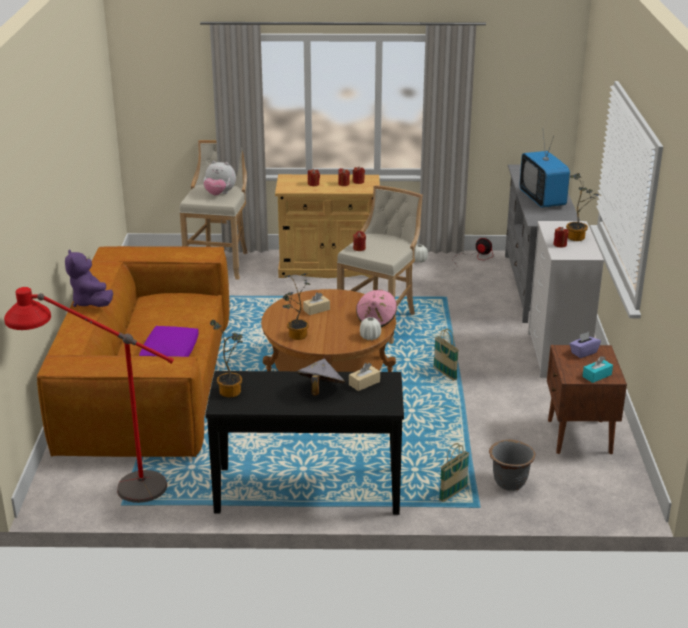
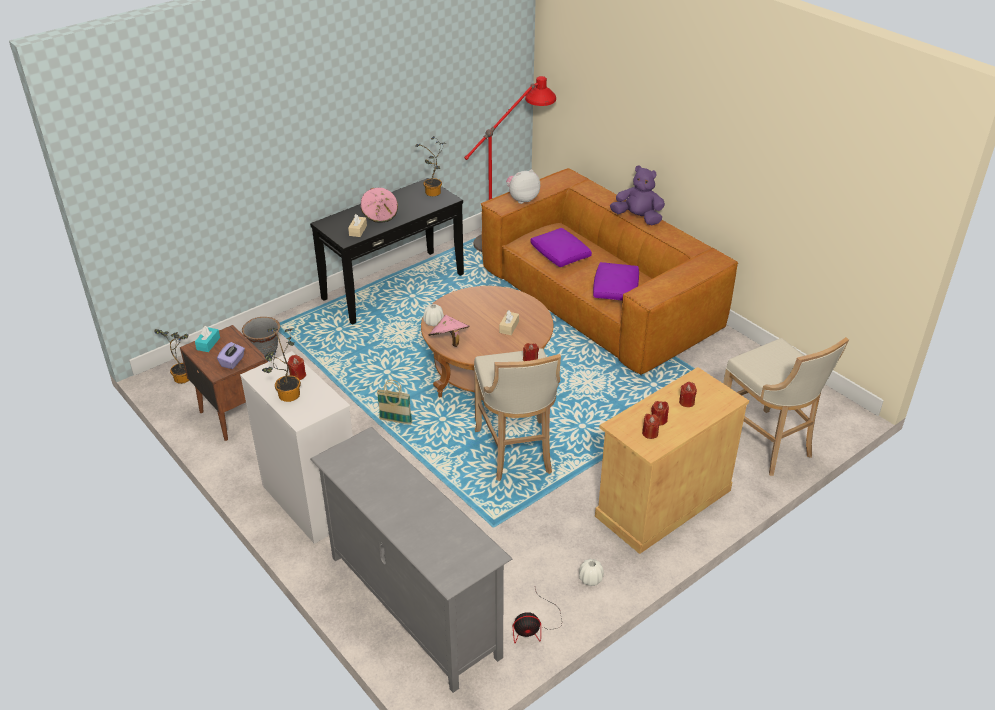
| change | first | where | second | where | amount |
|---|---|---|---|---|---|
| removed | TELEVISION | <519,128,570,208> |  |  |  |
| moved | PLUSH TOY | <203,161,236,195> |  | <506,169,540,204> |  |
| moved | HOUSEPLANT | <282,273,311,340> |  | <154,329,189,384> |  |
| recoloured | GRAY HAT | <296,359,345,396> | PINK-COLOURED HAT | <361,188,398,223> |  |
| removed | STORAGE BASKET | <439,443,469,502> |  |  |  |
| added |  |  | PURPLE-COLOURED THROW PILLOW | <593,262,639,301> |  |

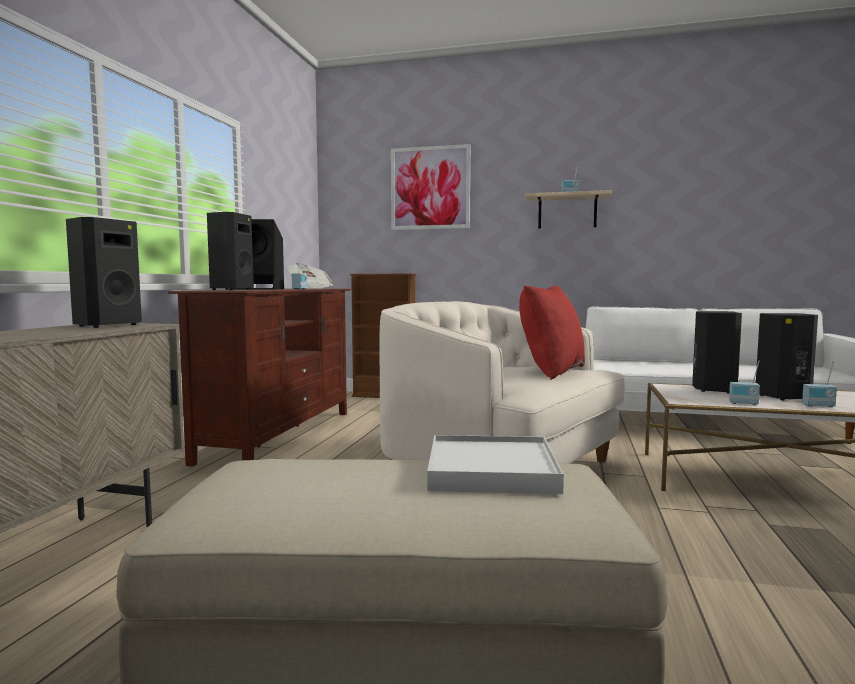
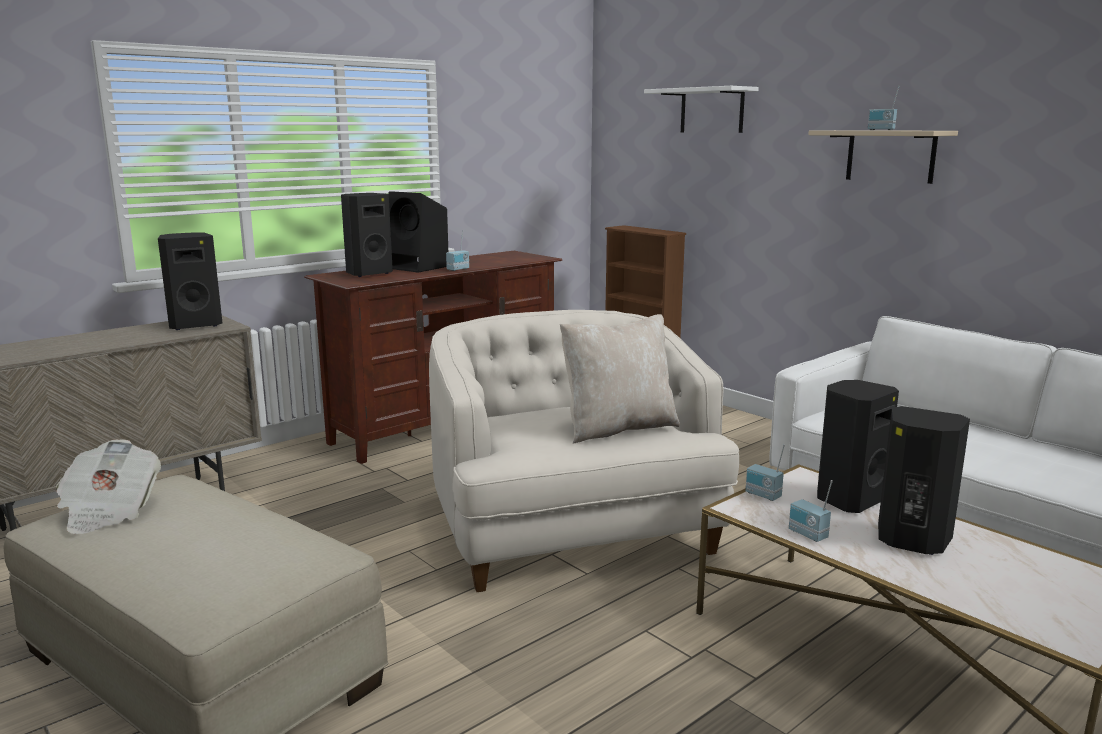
| change | first | where | second | where | amount |
|---|---|---|---|---|---|
| replaced | PICTURE | <391,144,470,230> | WHITISH SHELF | <644,86,759,133> |  |
| moved | PRINTED PAPER | <288,263,333,289> |  | <56,439,161,534> |  |
| recoloured | REDDISH THROW PILLOW | <519,286,585,380> | BEIGE-COLOURED THROW PILLOW | <560,314,680,443> |  |
| moved | RADIO SET | <802,362,837,407> |  | <745,444,785,501> |  |
| removed | WHITISH CARRYING TRAY | <427,435,564,494> |  |  |  |

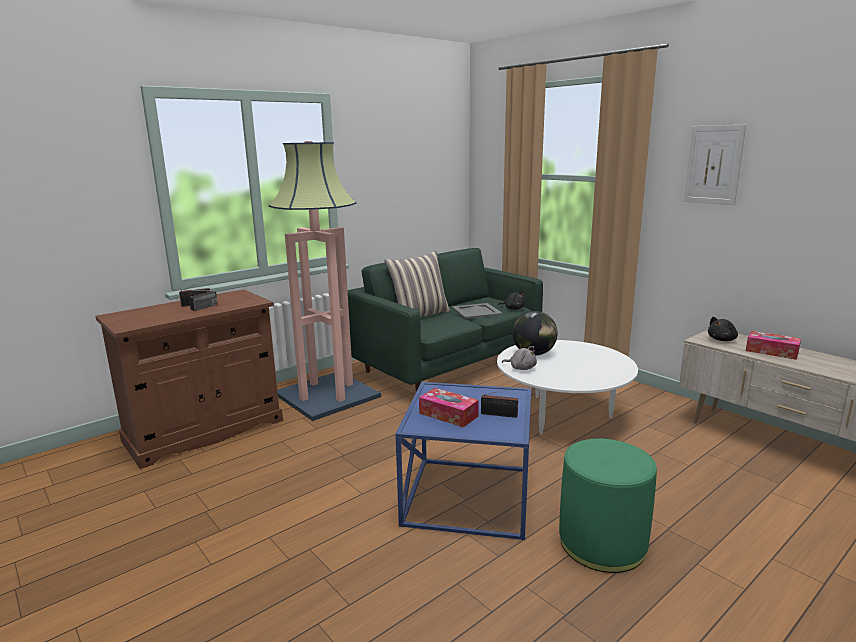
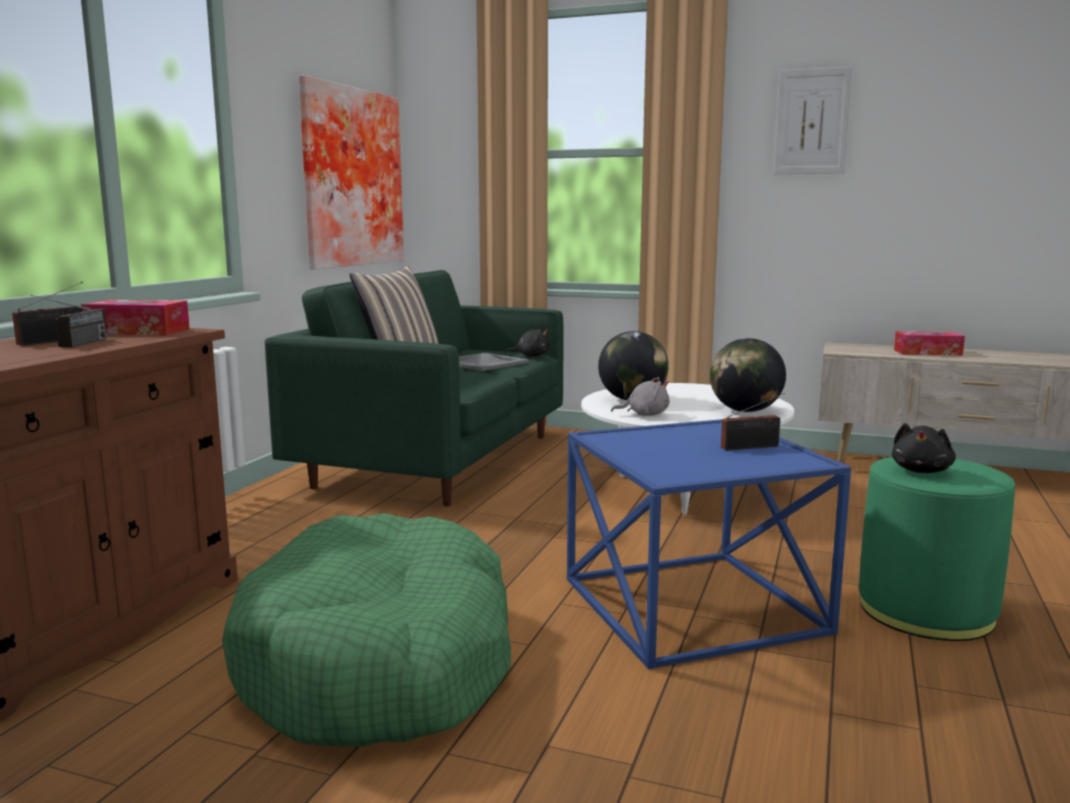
| change | first | where | second | where | amount |
|---|---|---|---|---|---|
| removed | FLOOR LAMP | <269,141,381,421> |  |  |  |
| moved | BLACKISH PLUSH TOY | <708,317,738,341> |  | <892,423,956,473> |  |
| moved | BOX OF TISSUES | <419,388,479,428> |  | <81,300,190,335> |  |
| added |  |  | PICTURE | <299,75,404,270> |  |
| added |  |  | GLOBE | <710,338,786,412> |  |
| added |  |  | GREEN-COLOURED PET BED | <222,513,511,747> |  |

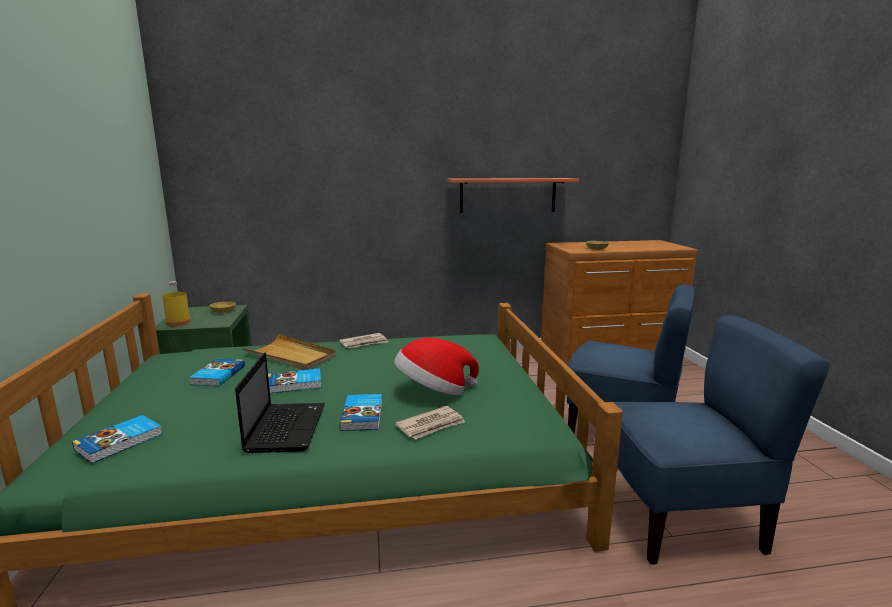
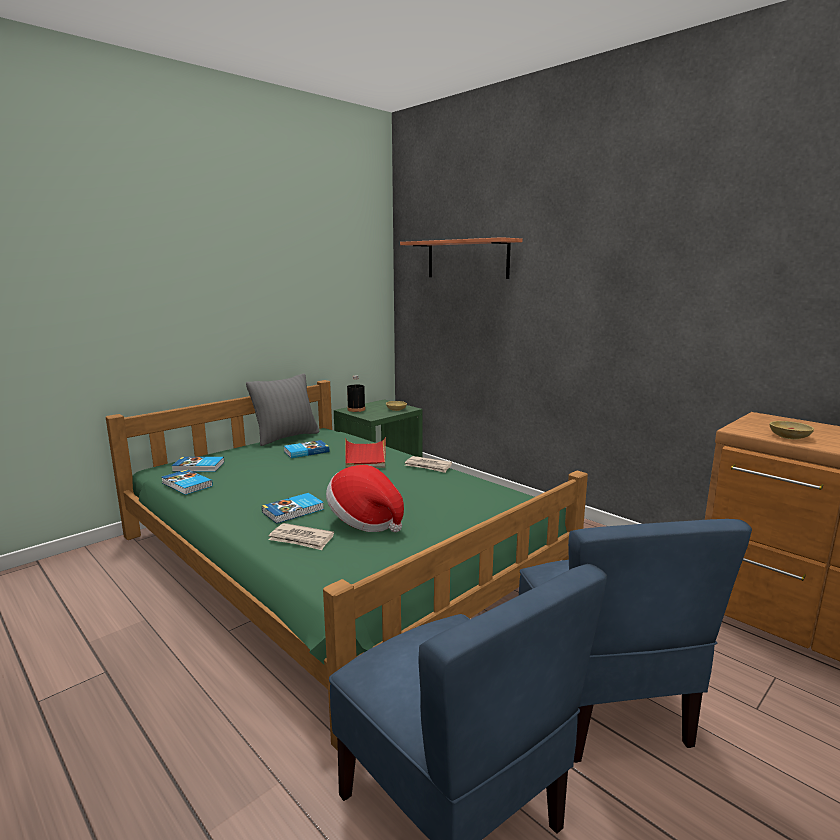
| change | first | where | second | where | amount |
|---|---|---|---|---|---|
| moved | SHELF | <448,178,579,213> |  | <400,237,523,279> |  |
| recoloured | YELLOWISH BOTTLE | <162,281,191,326> | BLACKISH BOTTLE | <347,376,365,412> |  |
| recoloured | BEIGE-COLOURED CARRYING TRAY | <242,334,337,370> | REDDISH CARRYING TRAY | <345,437,386,468> |  |
| removed | LAPTOP | <235,353,325,453> |  |  |  |
| moved | VOLUME | <268,368,322,393> |  | <162,469,213,495> |  |
| added |  |  | GRAY THROW PILLOW | <246,373,319,446> |  |

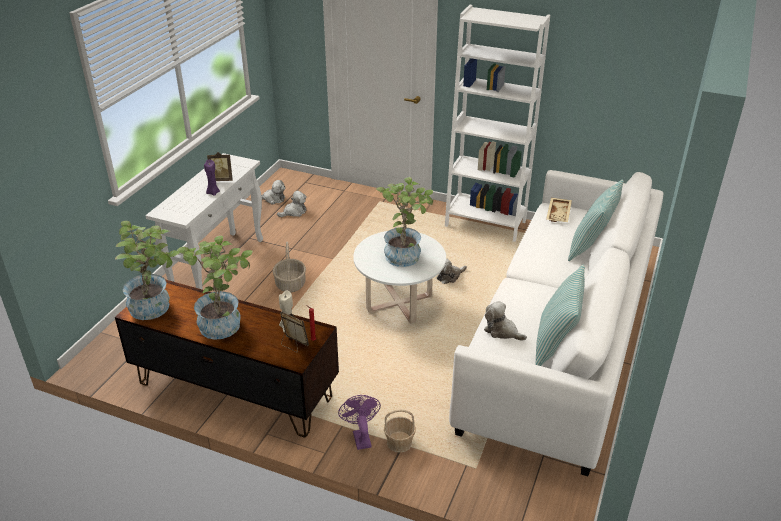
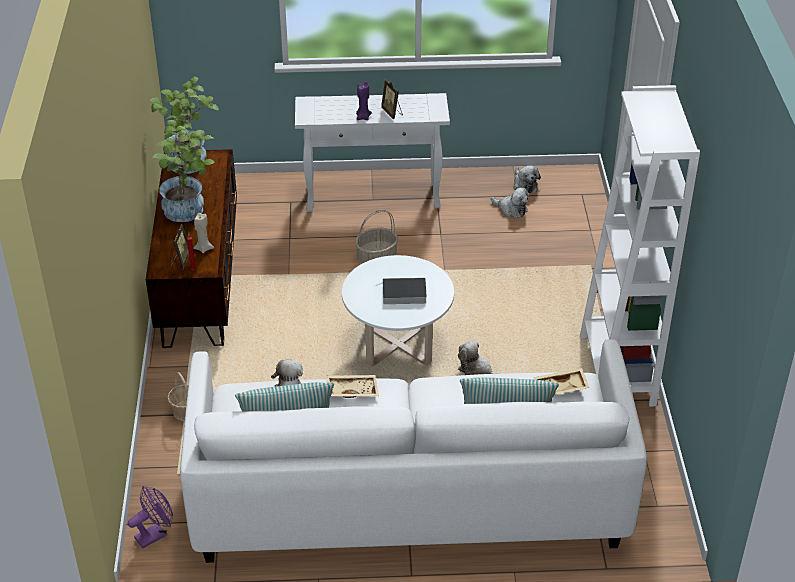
| change | first | where | second | where | amount |
|---|---|---|---|---|---|
| replaced | HOUSEPLANT | <376,177,433,267> | VOLUME | <376,278,427,304> |  |
| moved | PURPLE-COLOURED ELECTRIC FAN | <338,395,381,450> |  | <128,486,173,548> |  |
| added |  |  | BEIGE-COLOURED CARRYING TRAY | <326,375,379,398> |  |

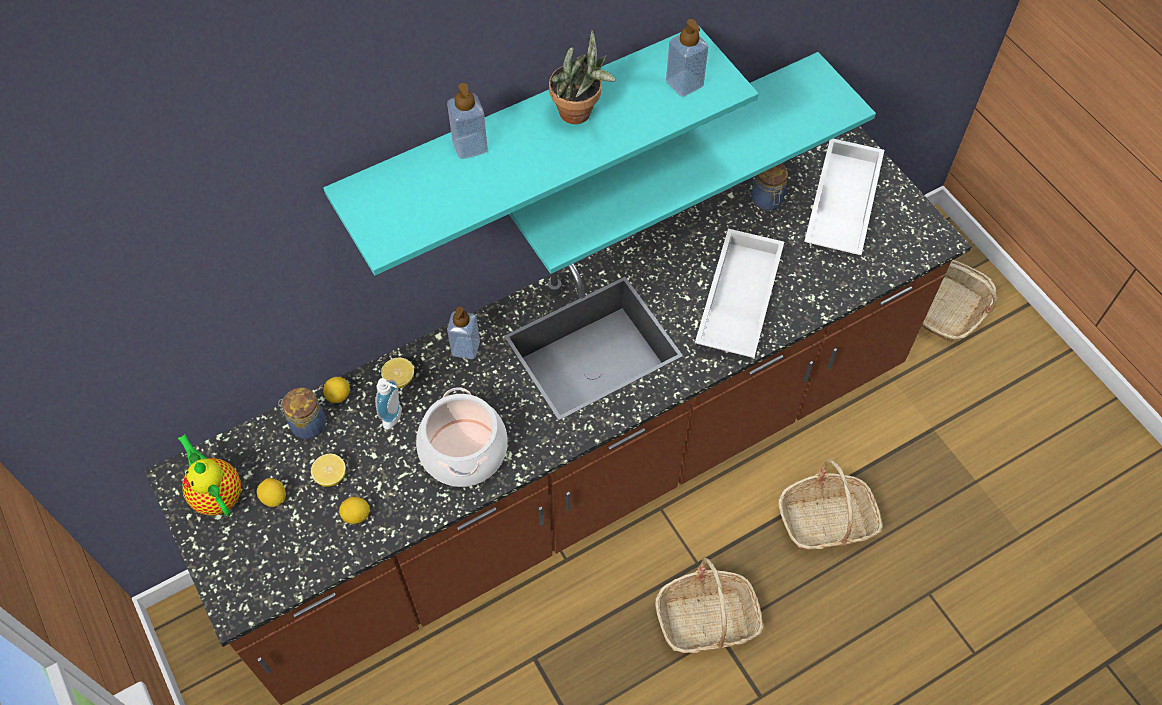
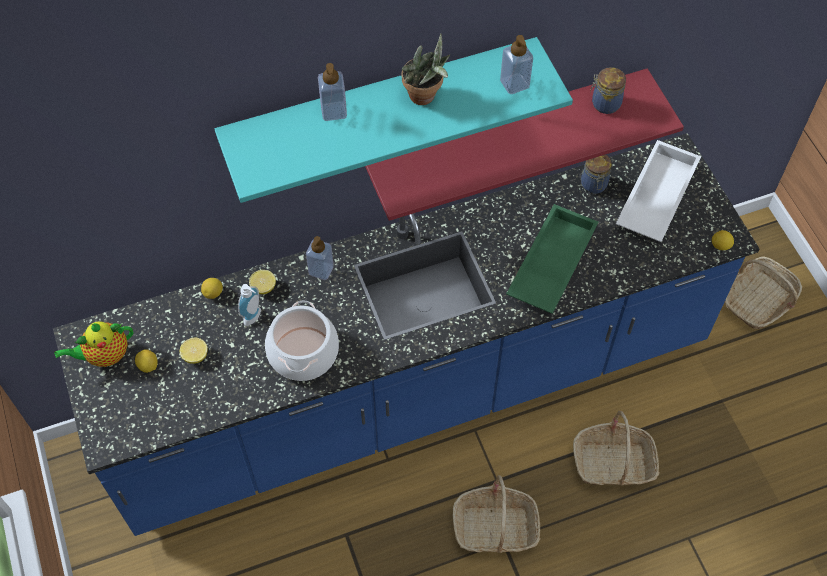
| change | first | where | second | where | amount |
|---|---|---|---|---|---|
| recoloured | BLUE-GREEN SHELF | <509,52,876,274> | REDDISH SHELF | <365,68,684,221> |  |
| recoloured | BROWN-COLOURED COUNTER | <144,126,972,705> | BLUE-COLOURED COUNTER | <53,133,760,536> |  |
| recoloured | WHITISH CARRYING TRAY | <695,229,784,358> | GREEN-COLOURED CARRYING TRAY | <506,204,599,314> |  |
| moved | JAR | <278,388,326,439> |  | <590,67,626,114> |  |
| turned | TEAPOT | <178,434,241,517> |  | <54,322,133,367> | 90 degrees counterclockwise |
| moved | CITRUS FRUIT | <339,497,370,524> |  | <712,230,734,250> |  |

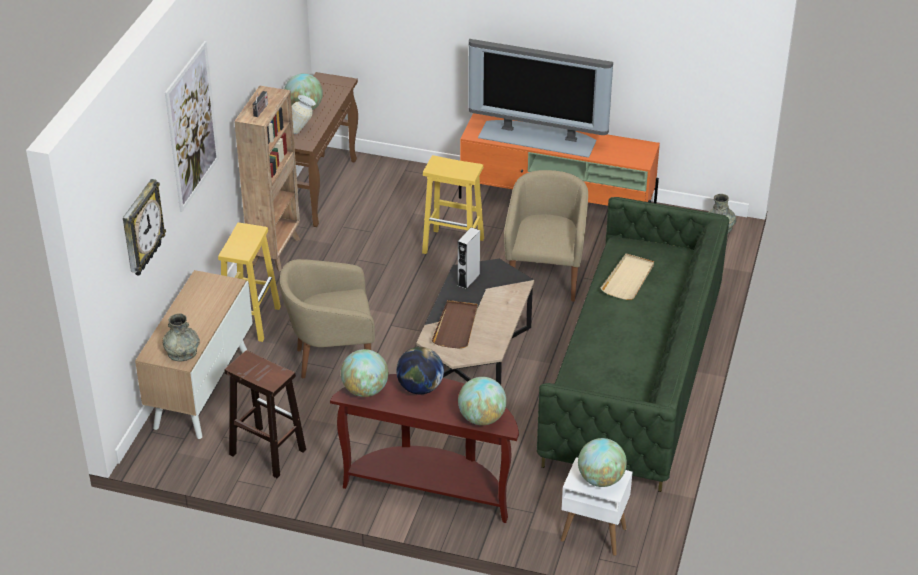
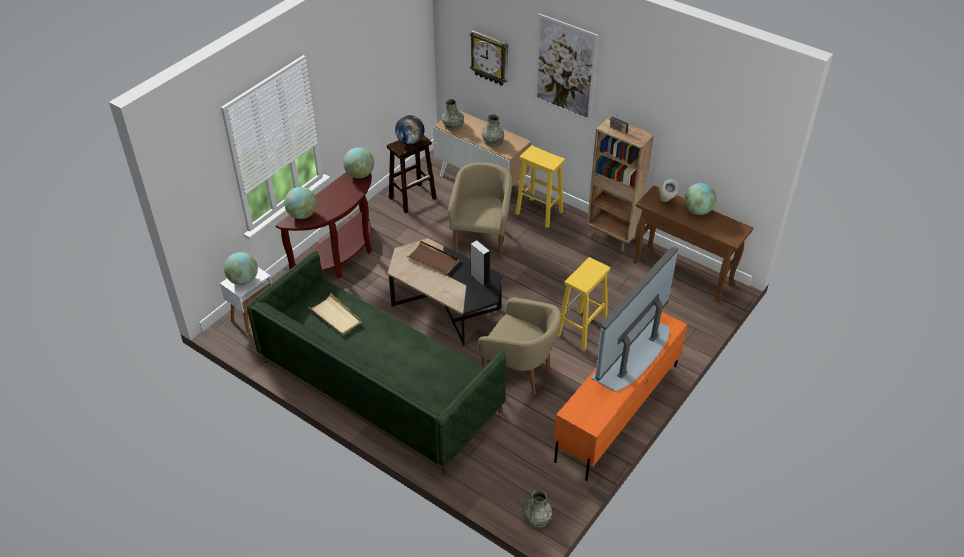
| change | first | where | second | where | amount |
|---|---|---|---|---|---|
| moved | BEIGE-COLOURED CARRYING TRAY | <601,254,654,300> |  | <310,293,362,335> |  |
| moved | GLOBE | <396,347,444,394> |  | <395,115,425,145> |  |
| added |  |  | GRAY VASE | <482,114,504,146> |  |

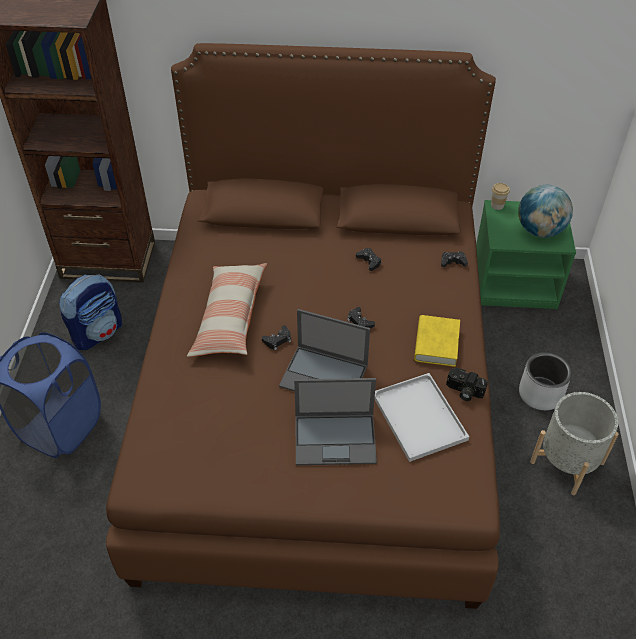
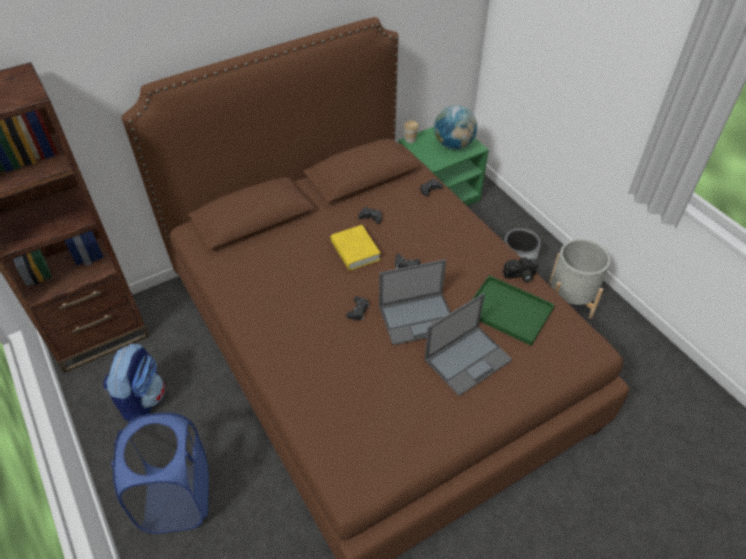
| change | first | where | second | where | amount |
|---|---|---|---|---|---|
| removed | THROW PILLOW | <187,263,267,357> |  |  |  |
| moved | YELLOWISH VOLUME | <414,315,460,367> |  | <331,225,381,271> |  |
| recoloured | WHITISH CARRYING TRAY | <374,373,469,462> | GREEN-COLOURED CARRYING TRAY | <472,275,555,346> |  |

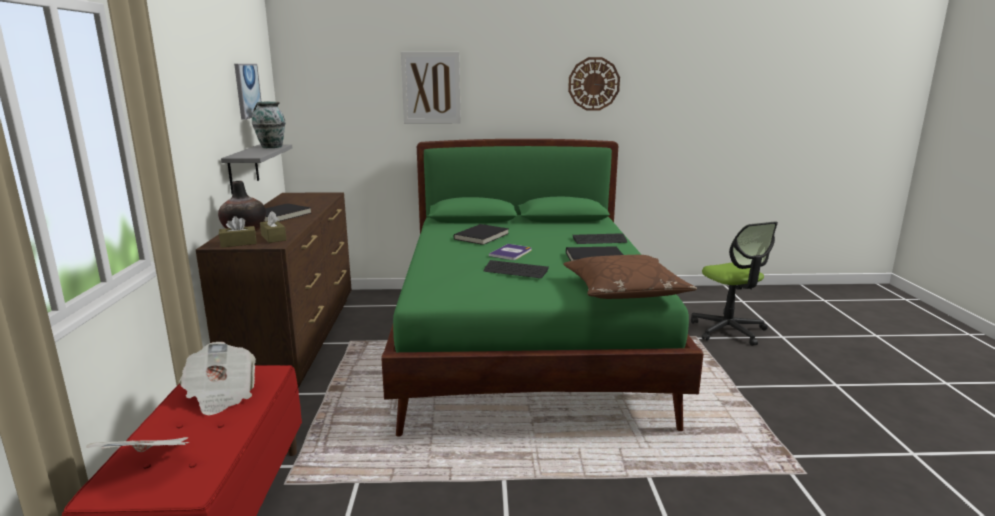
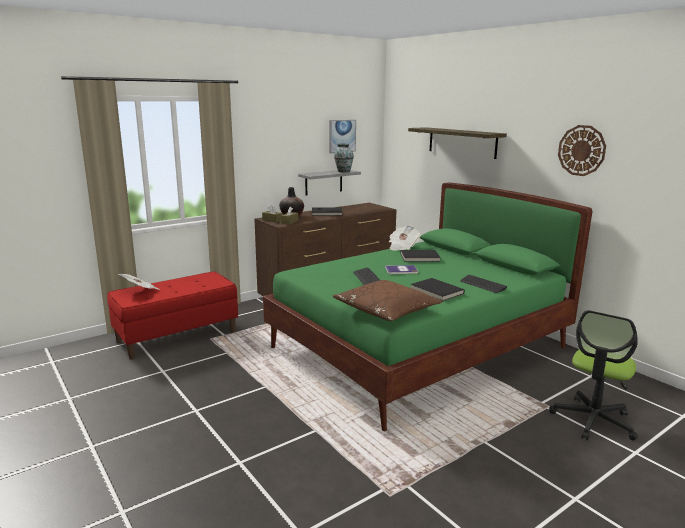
| change | first | where | second | where | amount |
|---|---|---|---|---|---|
| replaced | PICTURE | <401,52,461,124> | SHELF | <408,127,507,159> |  |
| moved | PRINTED PAPER | <179,342,256,416> |  | <389,225,421,251> |  |

